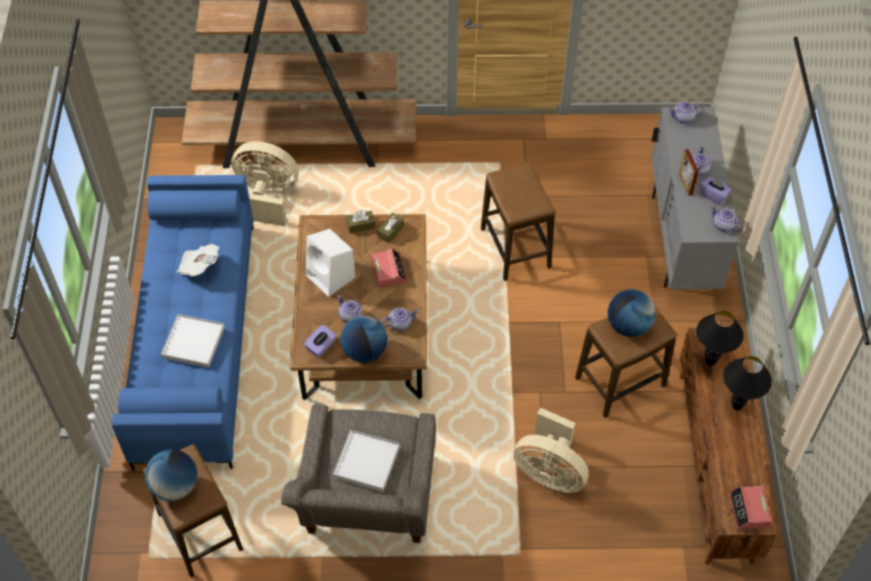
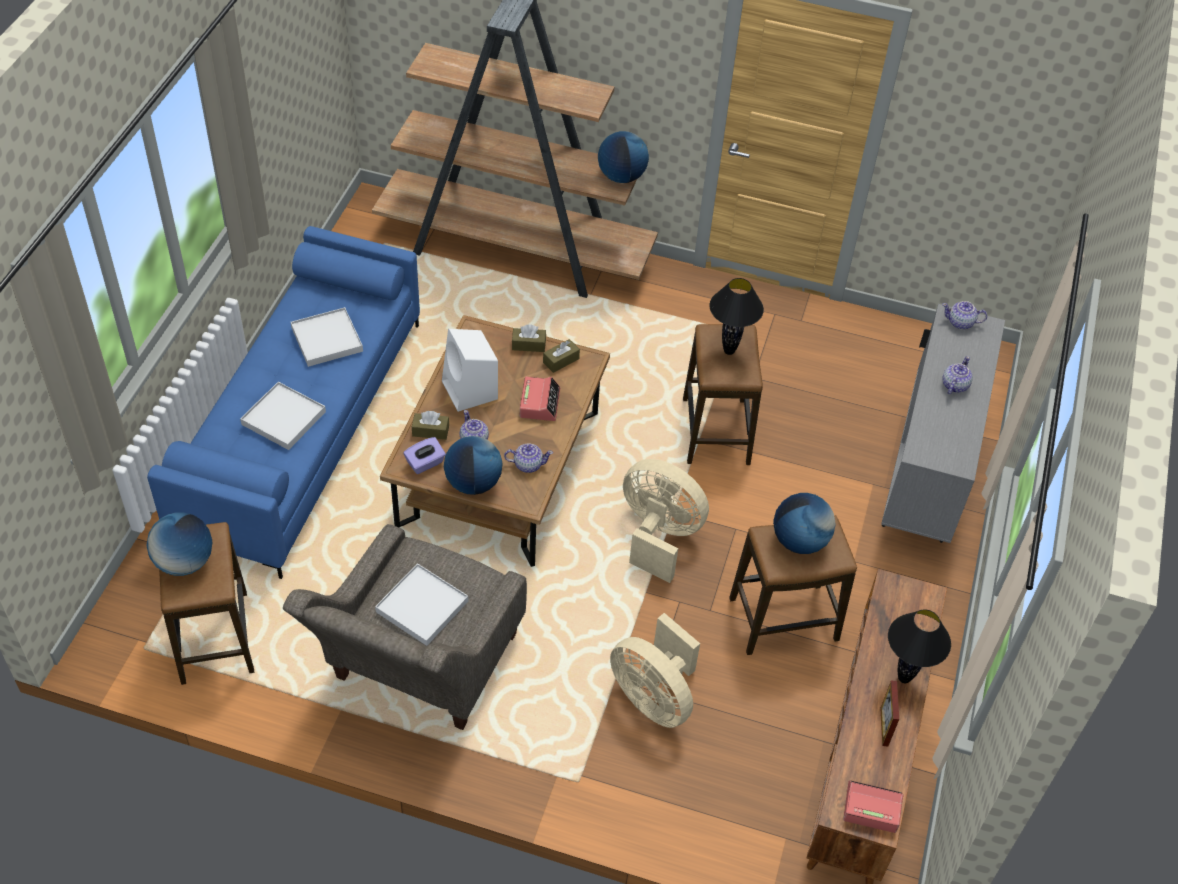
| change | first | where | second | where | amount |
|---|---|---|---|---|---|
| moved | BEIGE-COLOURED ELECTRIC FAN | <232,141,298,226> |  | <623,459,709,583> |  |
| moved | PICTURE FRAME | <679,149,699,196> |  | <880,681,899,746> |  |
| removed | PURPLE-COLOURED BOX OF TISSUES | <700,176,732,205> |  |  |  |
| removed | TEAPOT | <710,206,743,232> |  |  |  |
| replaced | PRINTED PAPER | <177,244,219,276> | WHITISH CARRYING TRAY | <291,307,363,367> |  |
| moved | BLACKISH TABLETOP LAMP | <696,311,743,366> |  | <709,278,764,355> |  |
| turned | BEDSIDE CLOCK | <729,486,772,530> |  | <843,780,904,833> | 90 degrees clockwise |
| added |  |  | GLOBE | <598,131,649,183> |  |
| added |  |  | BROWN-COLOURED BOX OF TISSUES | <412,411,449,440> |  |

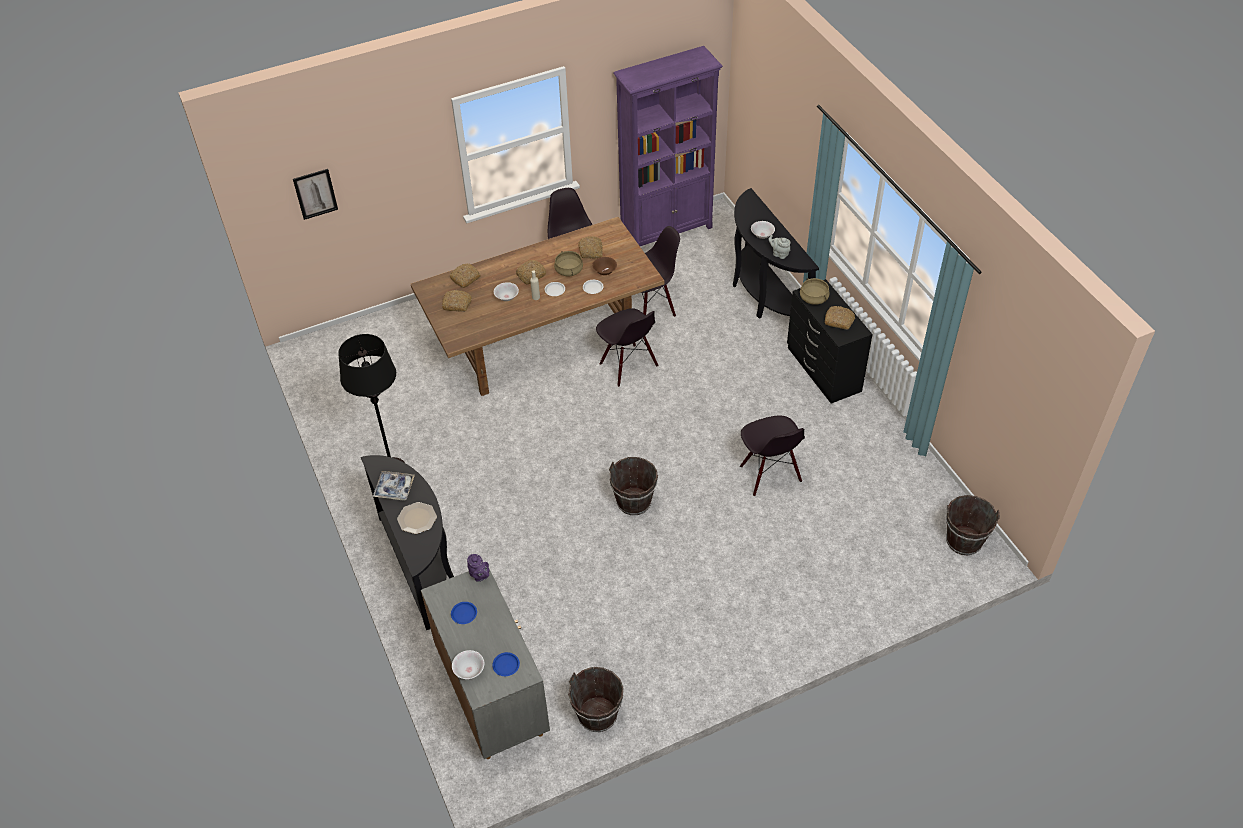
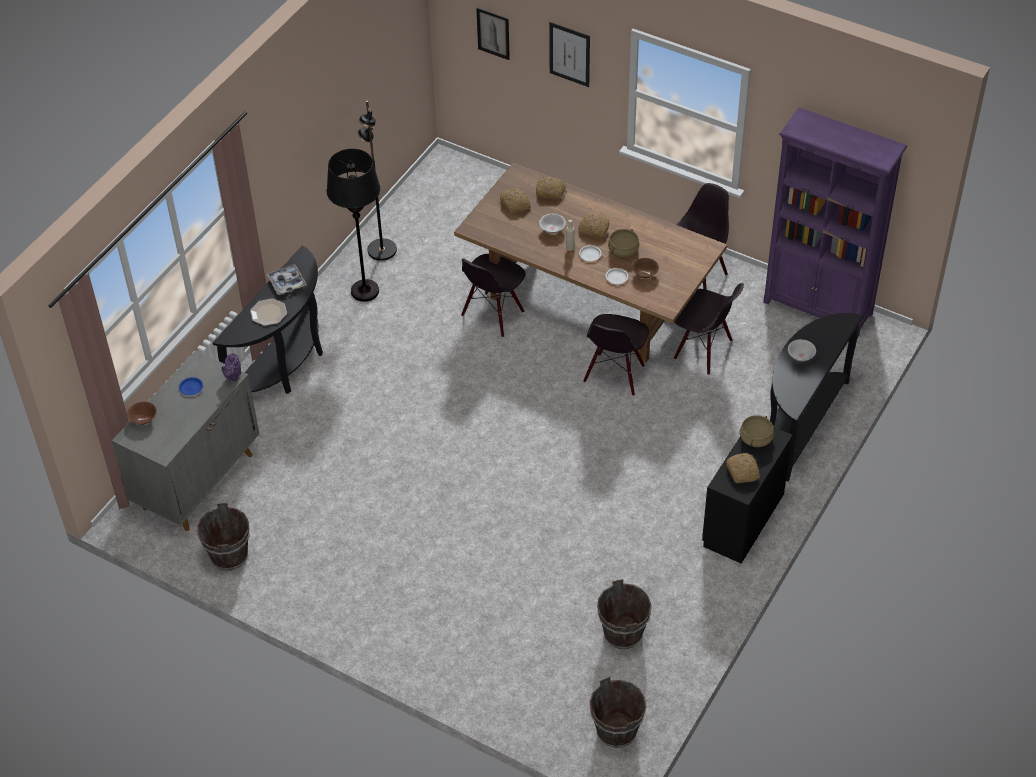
| change | first | where | second | where | amount |
|---|---|---|---|---|---|
| removed | GRAY TEAPOT | <768,235,791,259> |  |  |  |
| removed | BAKERY BREAD | <579,236,603,258> |  |  |  |
| moved | BLACKISH PLAIN CHAIR | <740,415,805,496> |  | <461,254,526,338> |  |
| moved | BROWN-COLOURED BUCKET | <609,457,658,515> |  | <597,579,652,649> |  |
| recoloured | WHITISH BOWL | <452,650,484,679> | BROWN-COLOURED BOWL | <127,402,157,425> |  |
| removed | BLUE-COLOURED DINNER PLATE | <493,652,520,676> |  |  |  |
| added |  |  | PICTURE | <549,22,590,87> |  |
| added |  |  | BLACKISH FLOOR LAMP | <358,101,397,261> |  |

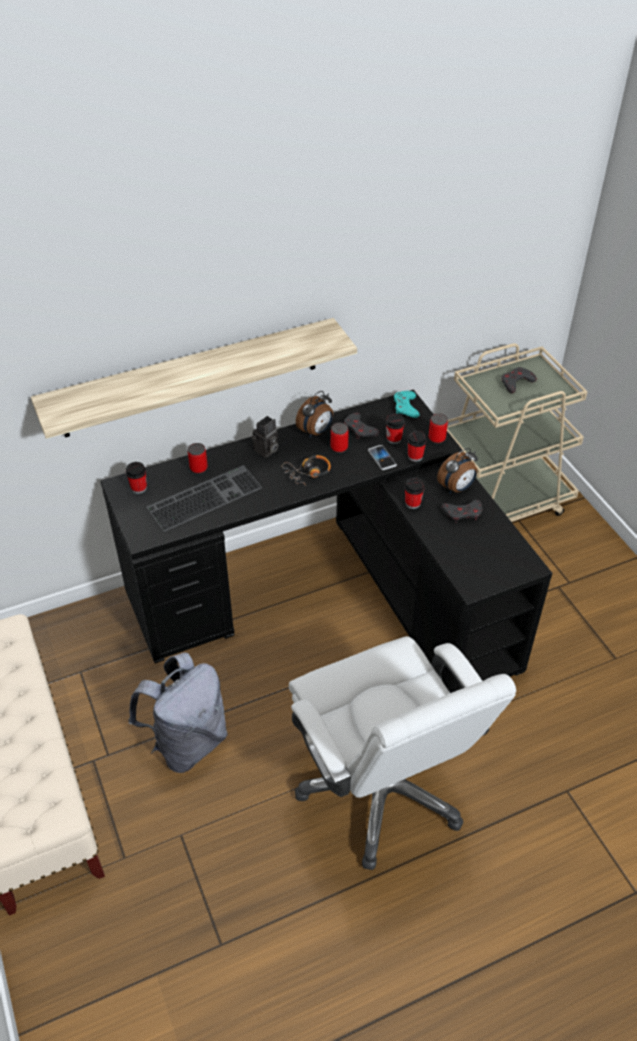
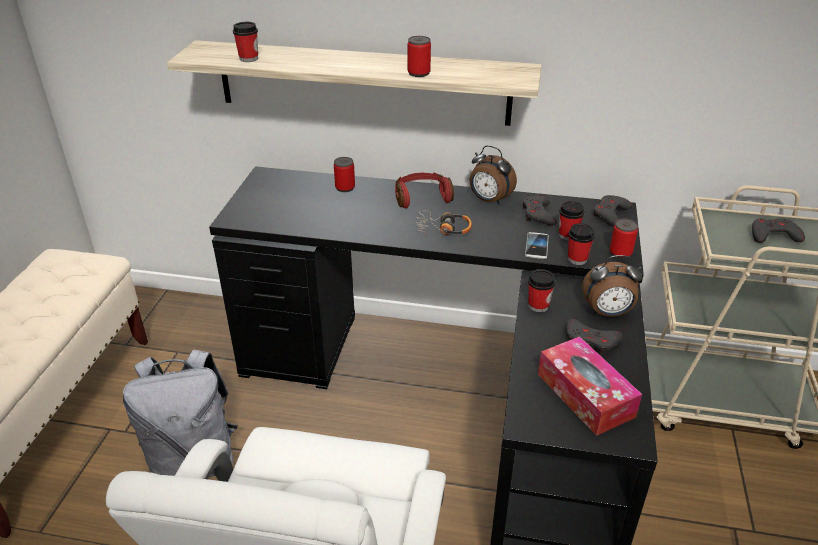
| change | first | where | second | where | amount |
|---|---|---|---|---|---|
| turned | BEDSIDE CLOCK | <296,391,333,437> |  | <469,145,517,205> | 45 degrees clockwise |
| recoloured | BLUE-GREEN GAMEPAD | <394,391,419,418> | GRAY GAMEPAD | <593,195,632,227> |  |
| replaced | STILL CAMERA | <251,416,278,458> | REDDISH HEADSET | <395,173,454,208> |  |
| moved | METAL CAN | <331,423,349,453> |  | <408,36,431,77> |  |
| moved | DRINKING CUP | <126,462,147,494> |  | <233,22,258,62> |  |
| removed | PC KEYBOARD | <147,465,262,532> |  |  |  |
| added |  |  | BOX OF TISSUES | <538,336,642,436> |  |

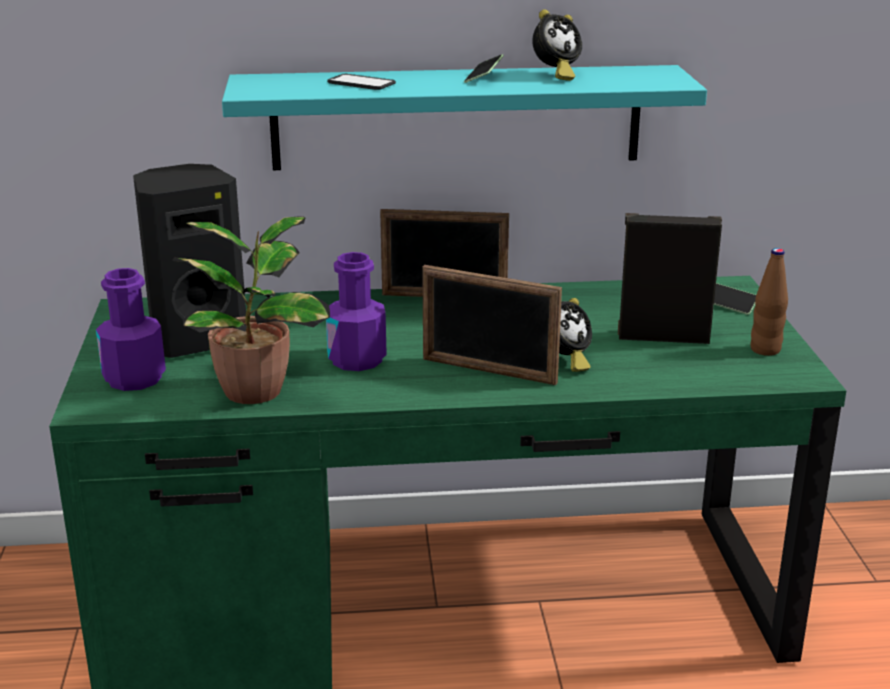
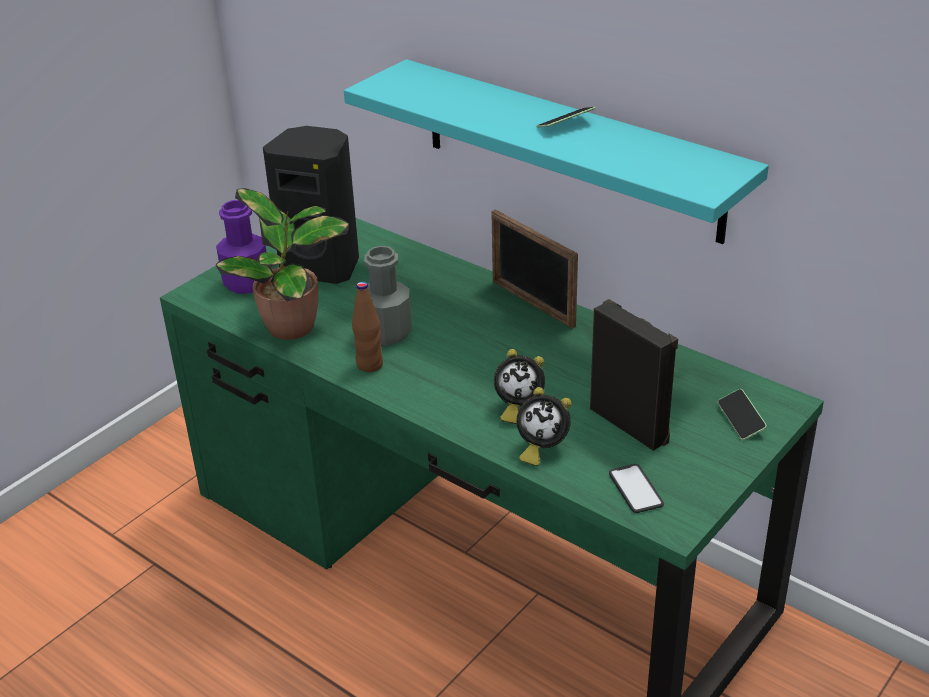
| change | first | where | second | where | amount |
|---|---|---|---|---|---|
| moved | BEDSIDE CLOCK | <533,9,582,81> |  | <516,387,572,466> |  |
| moved | HANDSET | <327,74,396,90> |  | <609,464,664,513> |  |
| moved | BROWN-COLOURED BOTTLE | <750,248,788,356> |  | <352,281,383,372> |  |
| recoloured | PURPLE-COLOURED BOTTLE | <326,252,387,371> | GRAY BOTTLE | <364,246,412,346> |  |
| removed | PICTURE FRAME | <422,265,562,385> |  |  |  |

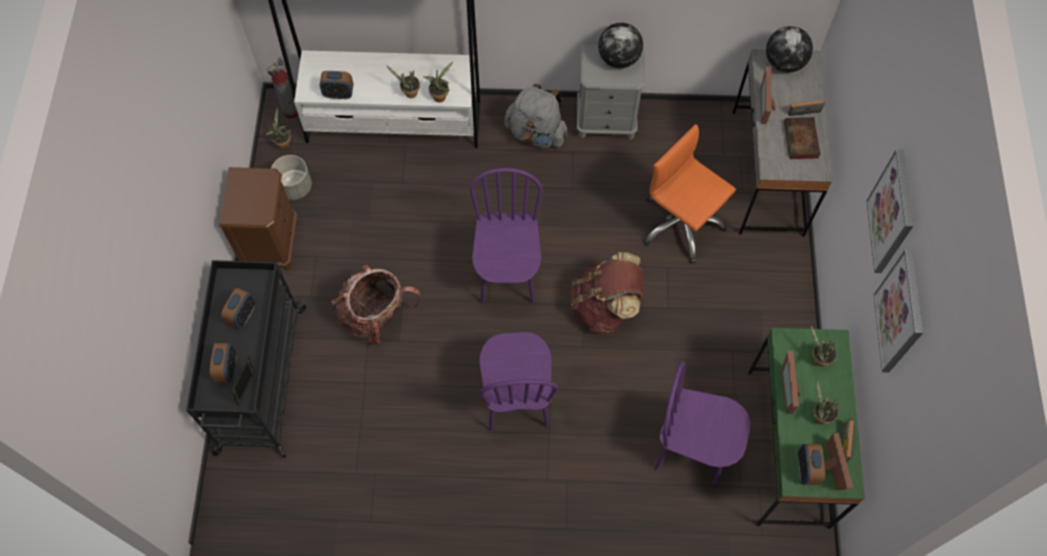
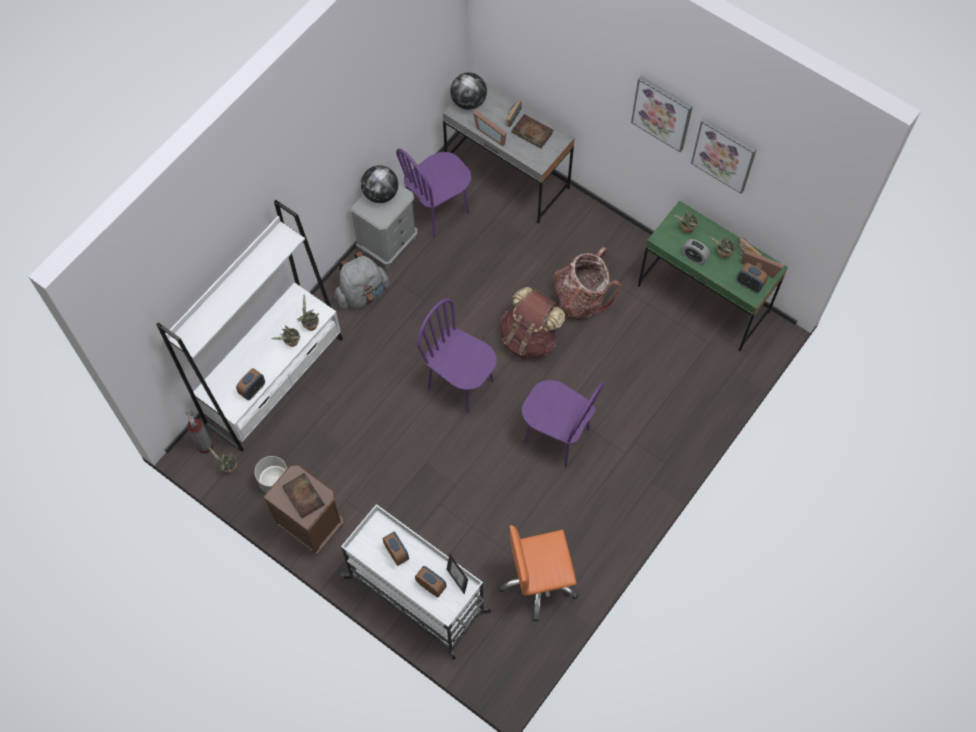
| change | first | where | second | where | amount |
|---|---|---|---|---|---|
| moved | ORANGEY OFFICE CHAIR | <643,124,736,263> |  | <499,525,578,621> |  |
| recoloured | BLACKISH WHEELED CART | <186,260,306,458> | WHITISH WHEELED CART | <341,504,491,660> |  |
| moved | BACKPACK | <331,265,421,345> |  | <554,247,621,320> |  |
| replaced | PICTURE FRAME | <781,351,800,414> | BEDSIDE CLOCK | <682,239,710,265> |  |
| moved | PURPLE-COLOURED PLAIN CHAIR | <655,361,751,485> |  | <396,148,471,239> |  |
| added |  |  | VOLUME | <282,473,325,519> |  |

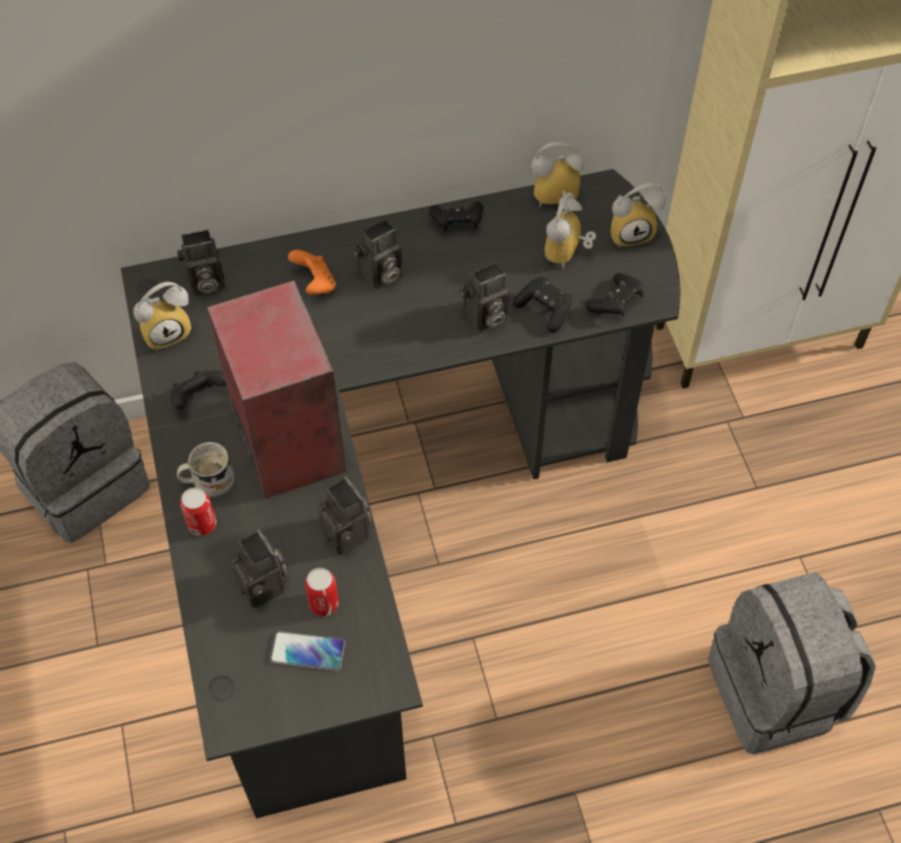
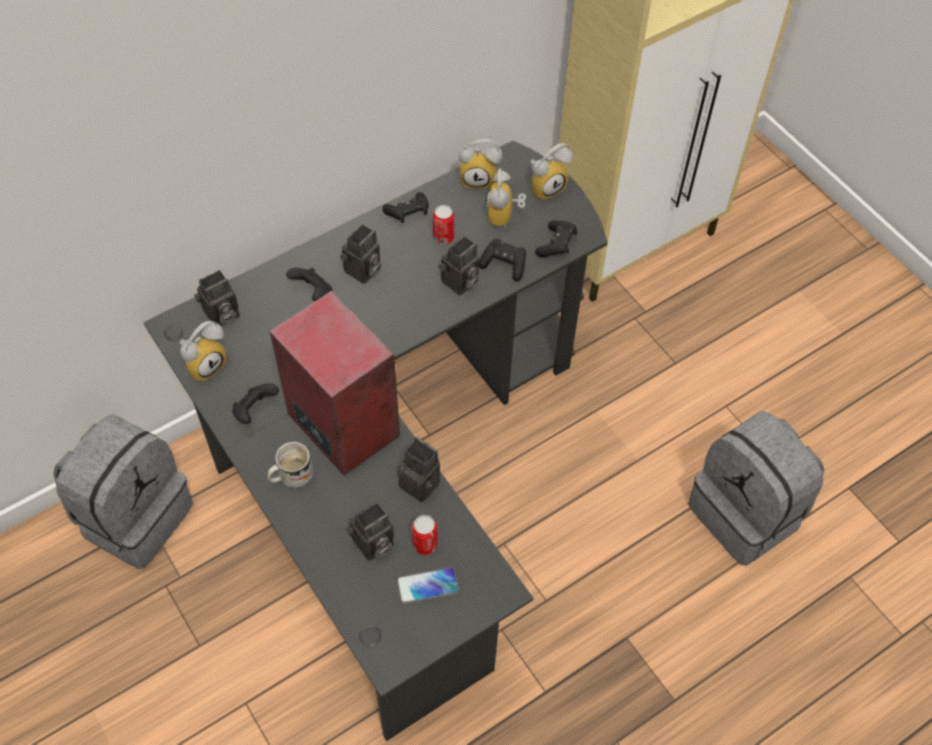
| change | first | where | second | where | amount |
|---|---|---|---|---|---|
| turned | BEDSIDE CLOCK | <531,142,584,208> |  | <459,139,503,190> | 150 degrees counterclockwise |
| recoloured | ORANGEY GAMEPAD | <288,250,336,295> | BLACKISH GAMEPAD | <286,268,332,301> |  |
| moved | METAL CAN | <180,487,216,536> |  | <433,205,454,244> |  |
| turned | STILL CAMERA | <231,529,287,608> |  | <346,502,394,561> | 105 degrees clockwise |

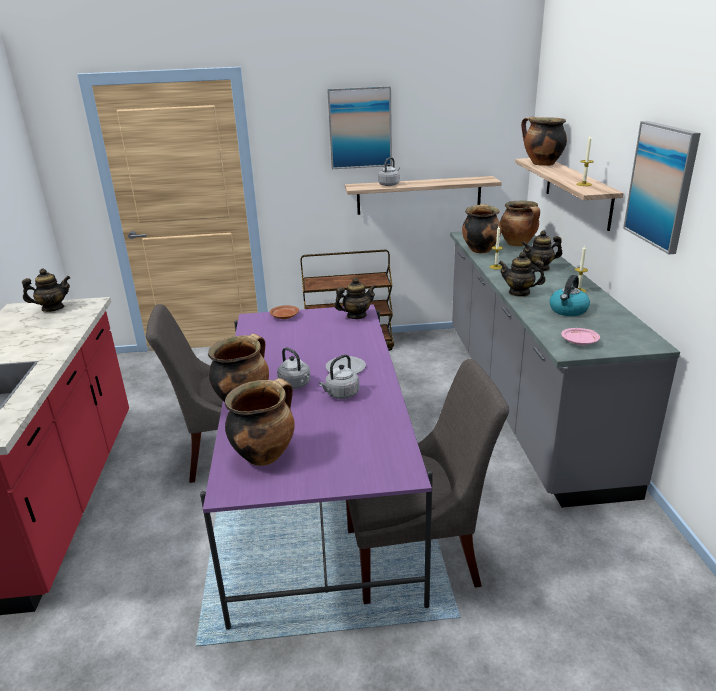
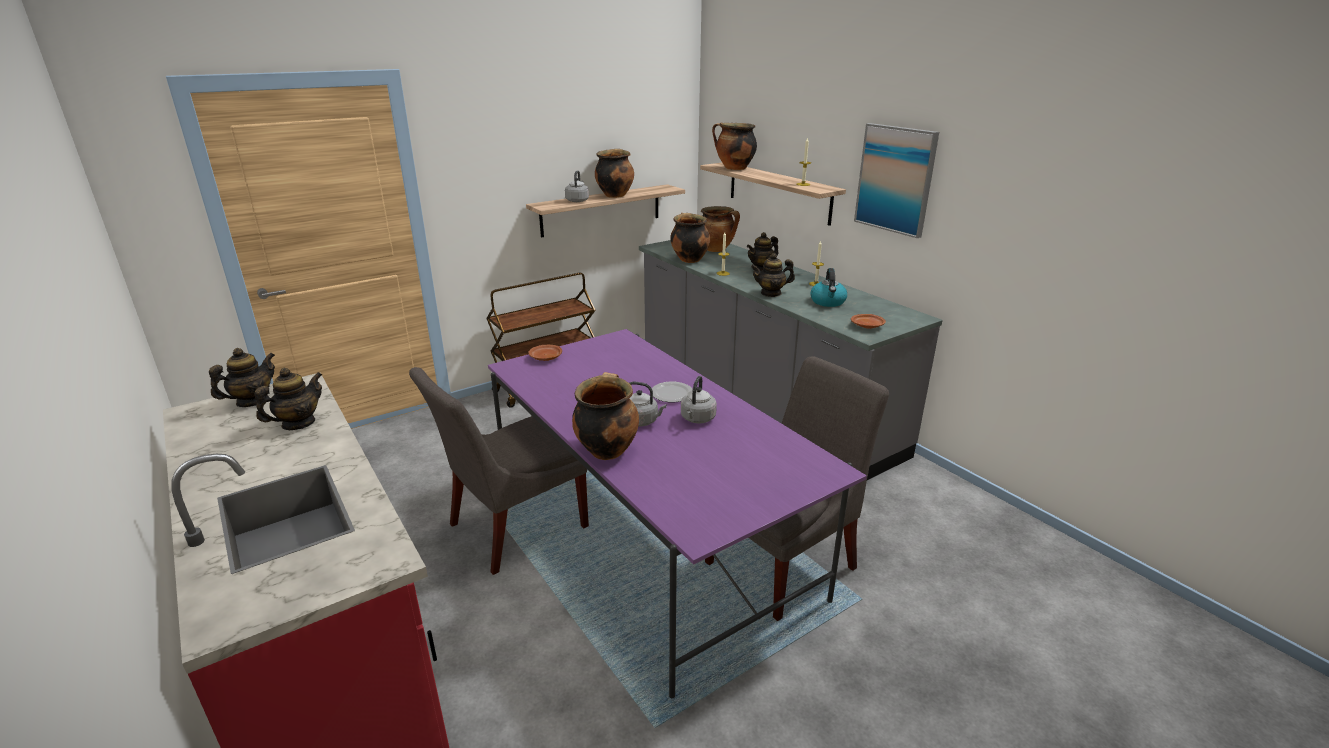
| change | first | where | second | where | amount |
|---|---|---|---|---|---|
| removed | PICTURE | <327,86,392,169> |  |  |  |
| moved | TEAPOT | <335,277,376,319> |  | <255,368,322,430> |  |
| recoloured | PINK-COLOURED DINNER PLATE | <561,328,600,345> | BROWN-COLOURED DINNER PLATE | <851,314,886,329> |  |
| moved | SAUCEPOT | <225,378,295,466> |  | <595,149,634,198> |  |

